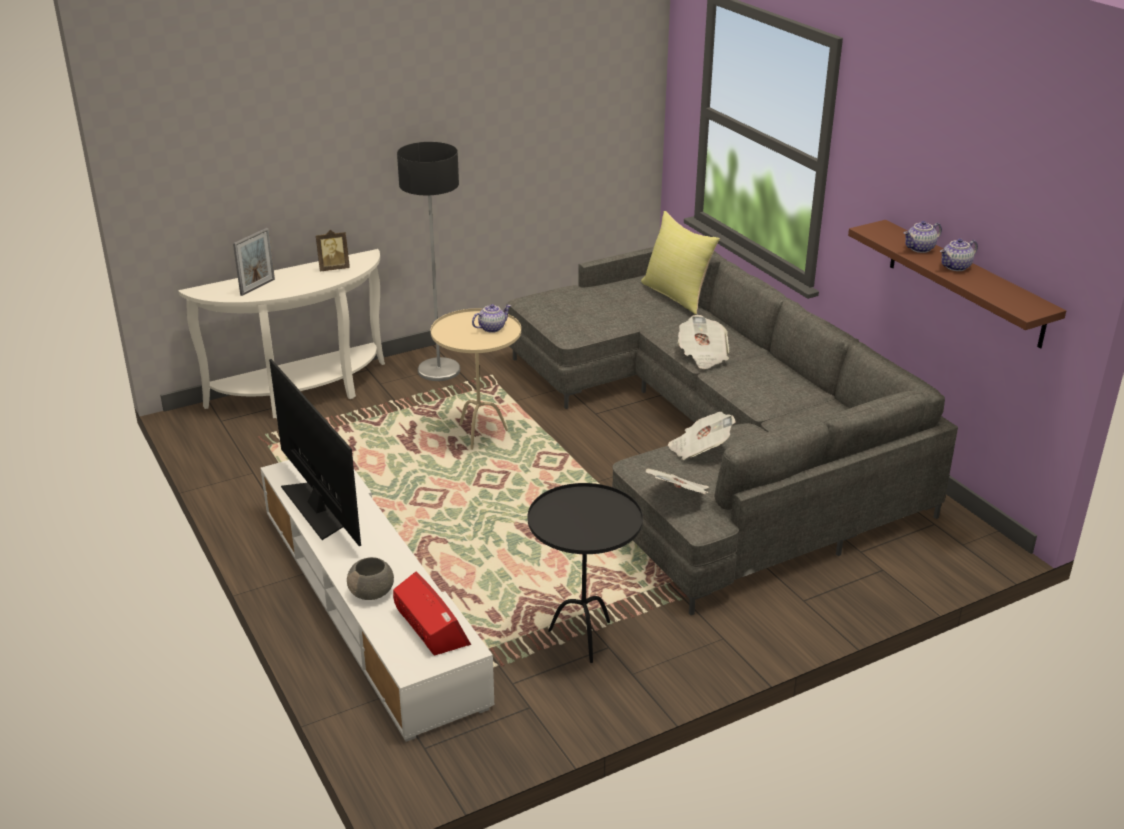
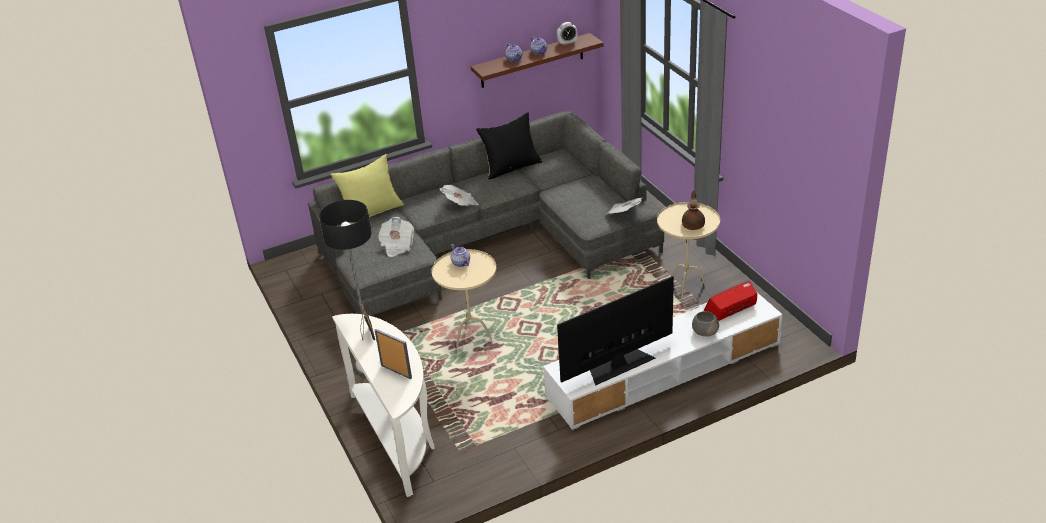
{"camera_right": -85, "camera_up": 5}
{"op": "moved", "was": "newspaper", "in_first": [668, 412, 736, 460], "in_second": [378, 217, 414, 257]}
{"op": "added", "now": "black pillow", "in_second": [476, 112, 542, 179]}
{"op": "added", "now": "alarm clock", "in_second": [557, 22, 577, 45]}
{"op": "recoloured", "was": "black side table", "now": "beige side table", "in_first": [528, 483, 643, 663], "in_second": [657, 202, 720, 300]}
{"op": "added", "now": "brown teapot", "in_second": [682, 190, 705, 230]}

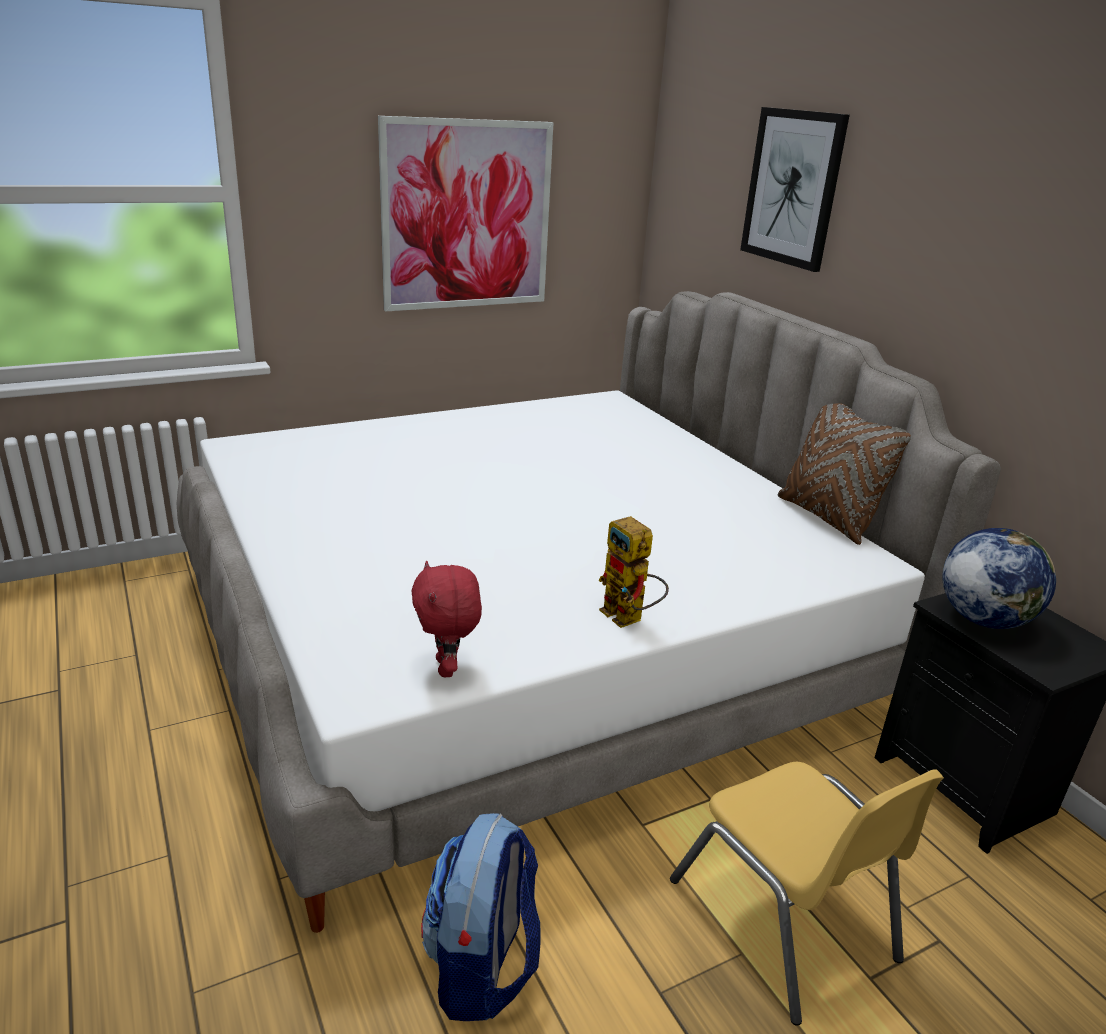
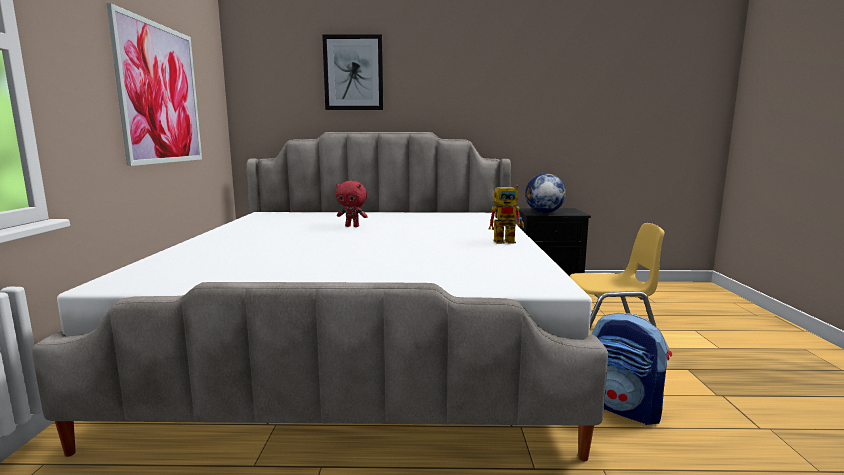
{"camera_right": -60, "camera_up": -15}
{"op": "moved", "was": "red plush toy", "in_first": [411, 561, 482, 677], "in_second": [336, 181, 368, 227]}
{"op": "removed", "was": "brown pillow", "in_first": [778, 403, 911, 545]}

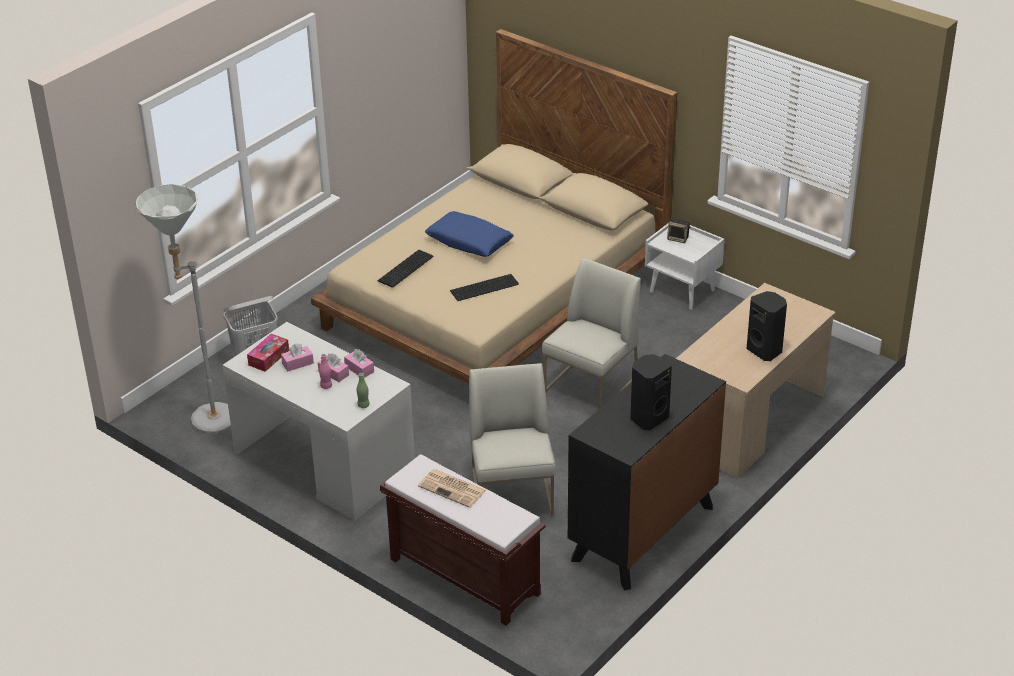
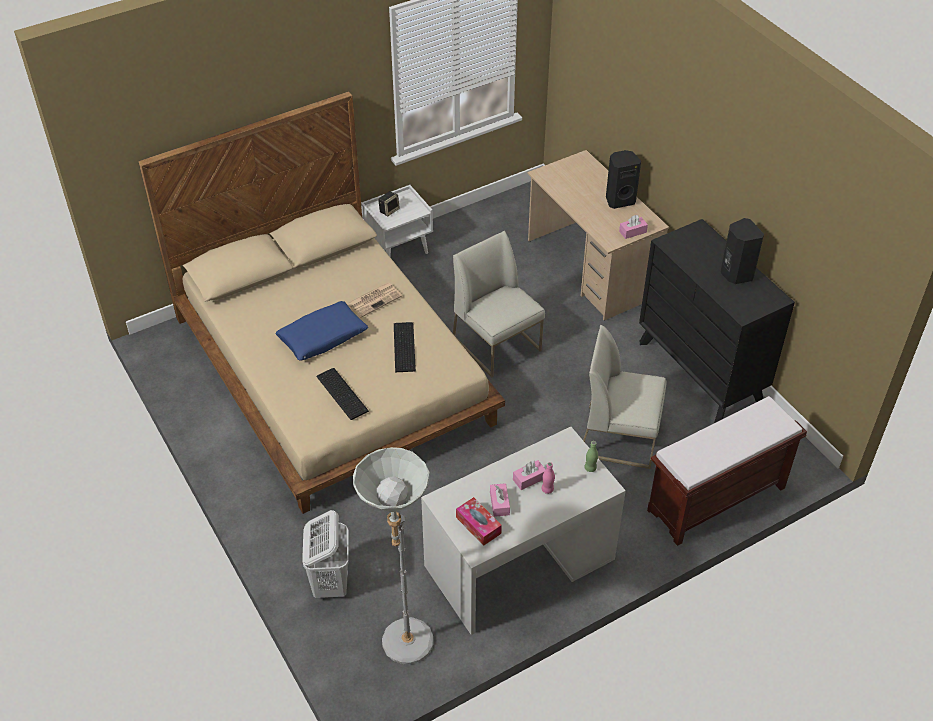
{"camera_right": -70, "camera_up": 10}
{"op": "moved", "was": "newspaper", "in_first": [418, 469, 486, 508], "in_second": [347, 283, 402, 318]}
{"op": "moved", "was": "pink tissue box", "in_first": [344, 349, 374, 378], "in_second": [619, 215, 648, 239]}

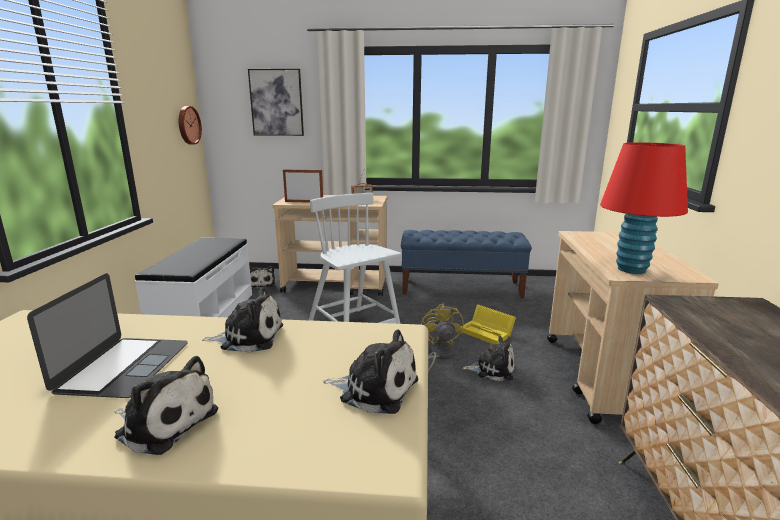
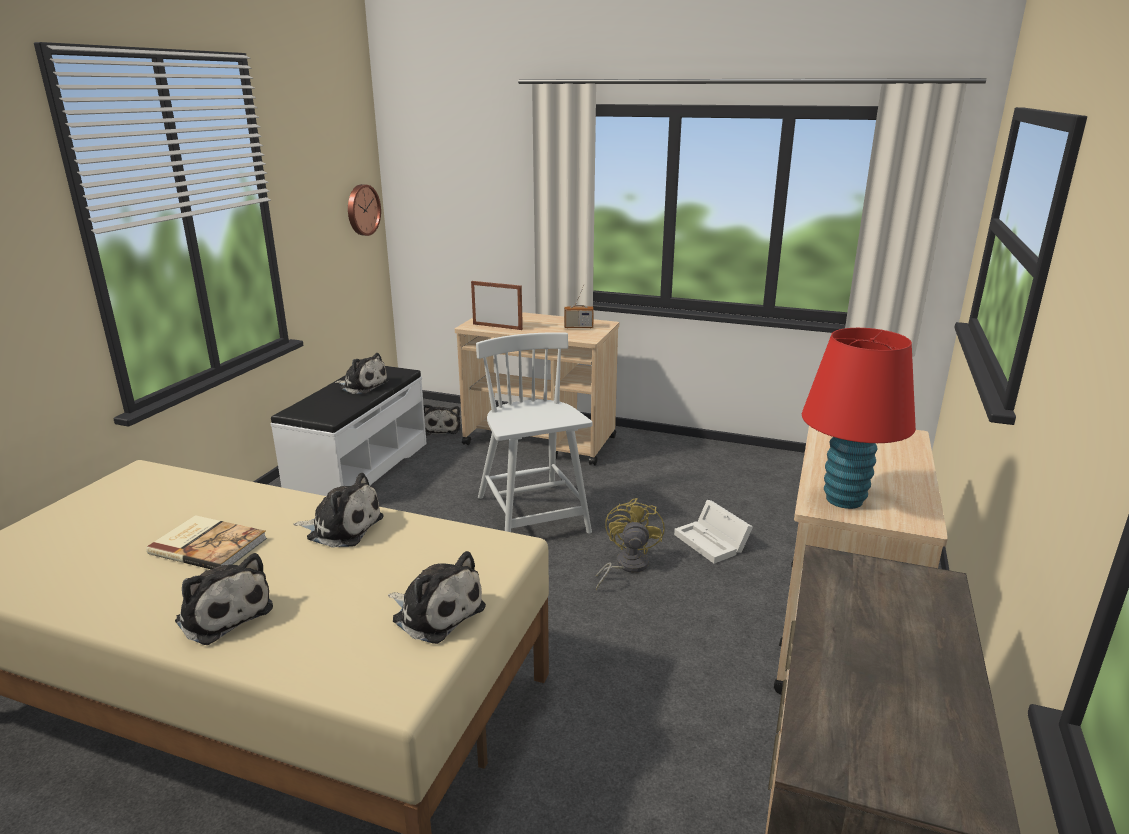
{"camera_right": 15, "camera_up": 5}
{"op": "replaced", "was": "laptop", "now": "book", "in_first": [27, 273, 188, 398], "in_second": [146, 515, 267, 569]}
{"op": "moved", "was": "plush toy", "in_first": [462, 336, 514, 381], "in_second": [335, 353, 389, 394]}
{"op": "recoloured", "was": "yellow storage box", "now": "white storage box", "in_first": [460, 304, 516, 344], "in_second": [674, 500, 753, 564]}
{"op": "removed", "was": "picture", "in_first": [248, 69, 304, 136]}
{"op": "removed", "was": "blue bench", "in_first": [401, 230, 532, 299]}

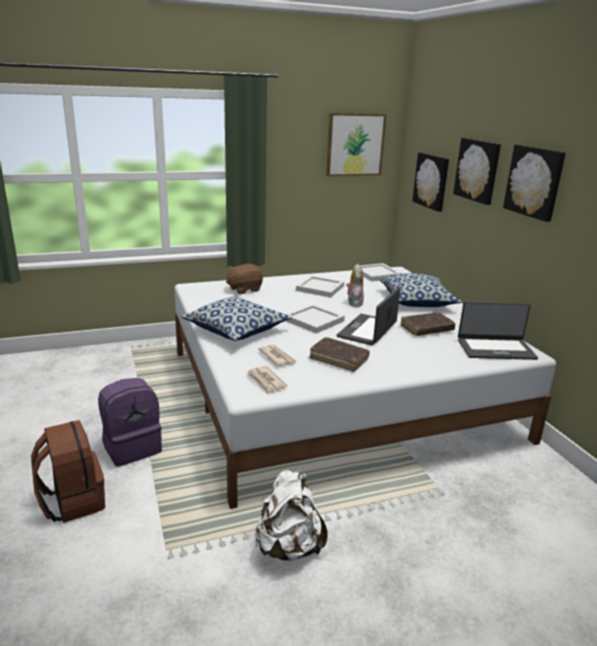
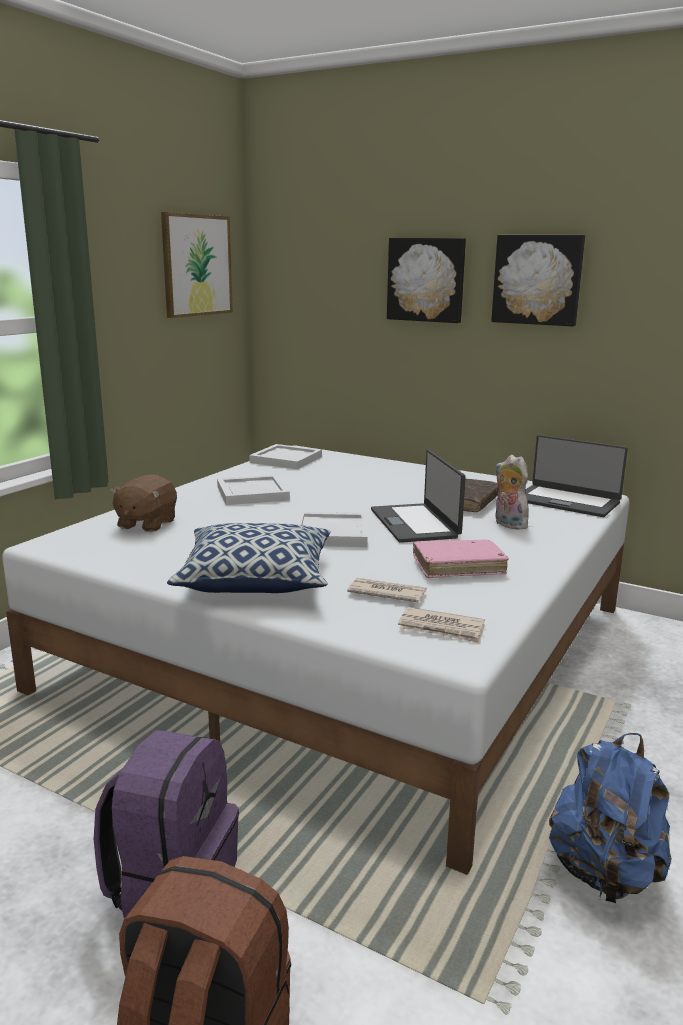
{"camera_right": -40, "camera_up": -5}
{"op": "recoloured", "was": "brown book", "now": "pink book", "in_first": [309, 337, 370, 372], "in_second": [413, 540, 509, 578]}
{"op": "moved", "was": "plush toy", "in_first": [346, 264, 364, 307], "in_second": [495, 455, 529, 530]}
{"op": "turned", "was": "laptop", "in_first": [458, 302, 538, 360], "in_second": [525, 435, 628, 517], "clockwise": 75}
{"op": "recoloured", "was": "white backpack", "now": "blue backpack", "in_first": [256, 470, 328, 561], "in_second": [549, 733, 671, 903]}
{"op": "removed", "was": "pillow", "in_first": [379, 273, 462, 307]}
{"op": "removed", "was": "picture", "in_first": [412, 153, 449, 212]}

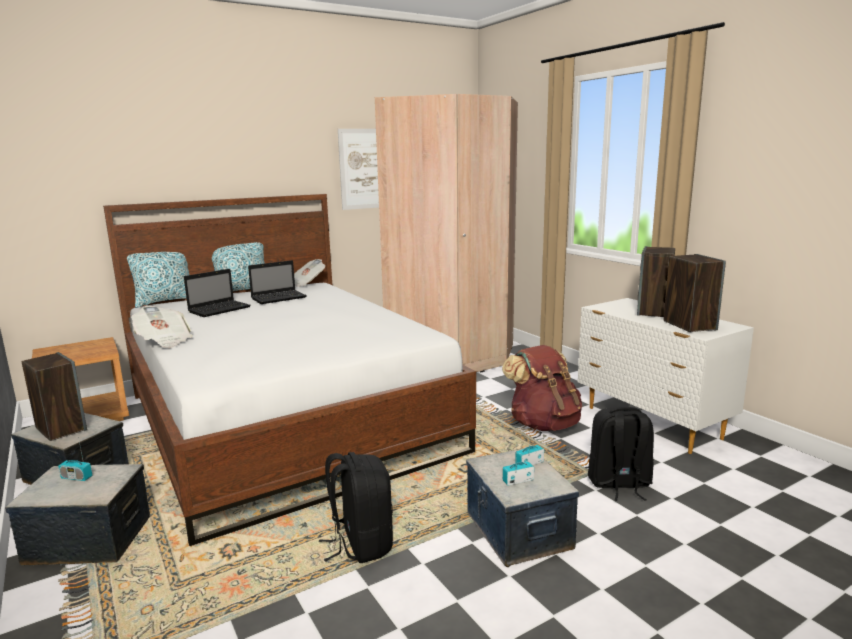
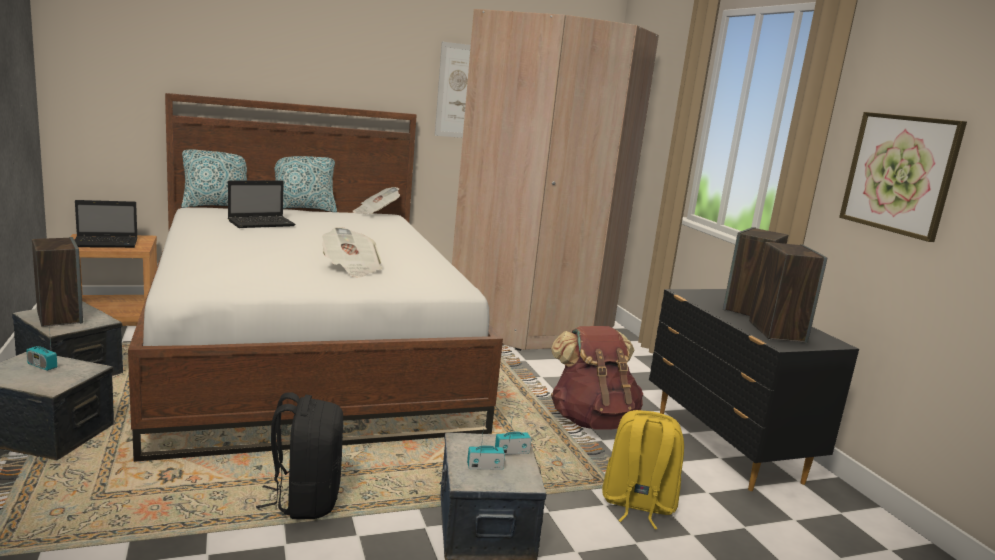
{"camera_right": 10, "camera_up": 0}
{"op": "moved", "was": "laptop", "in_first": [248, 260, 307, 304], "in_second": [75, 200, 138, 248]}
{"op": "moved", "was": "newspaper", "in_first": [131, 306, 193, 348], "in_second": [322, 227, 383, 278]}
{"op": "recoloured", "was": "black backpack", "now": "yellow backpack", "in_first": [588, 407, 654, 501], "in_second": [602, 410, 684, 529]}
{"op": "recoloured", "was": "white dresser", "now": "black dresser", "in_first": [578, 298, 754, 454], "in_second": [649, 289, 859, 491]}
{"op": "added", "now": "picture", "in_second": [839, 112, 967, 242]}

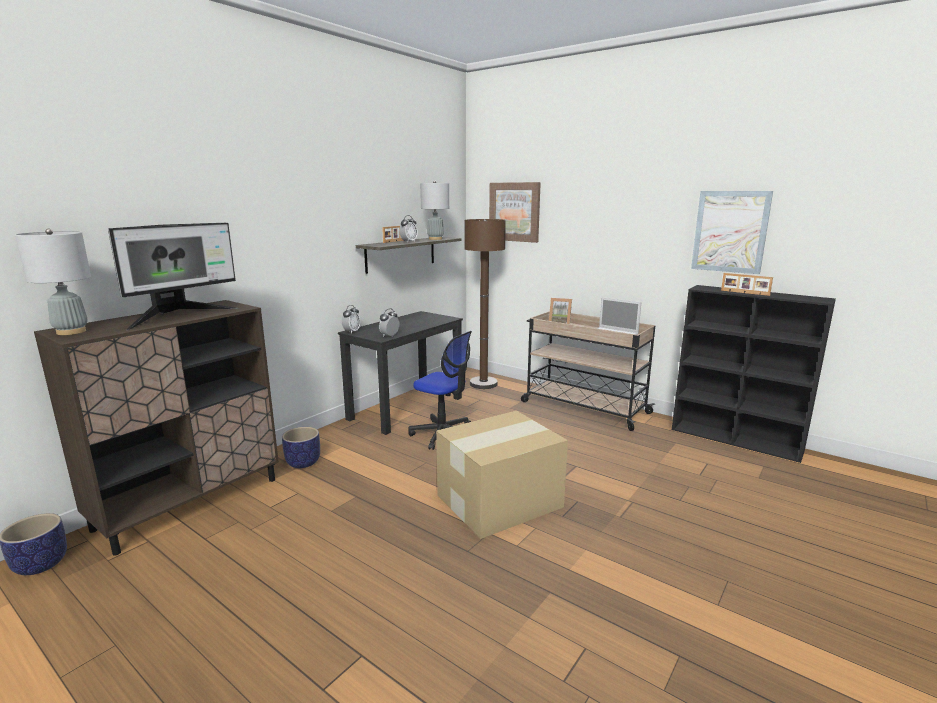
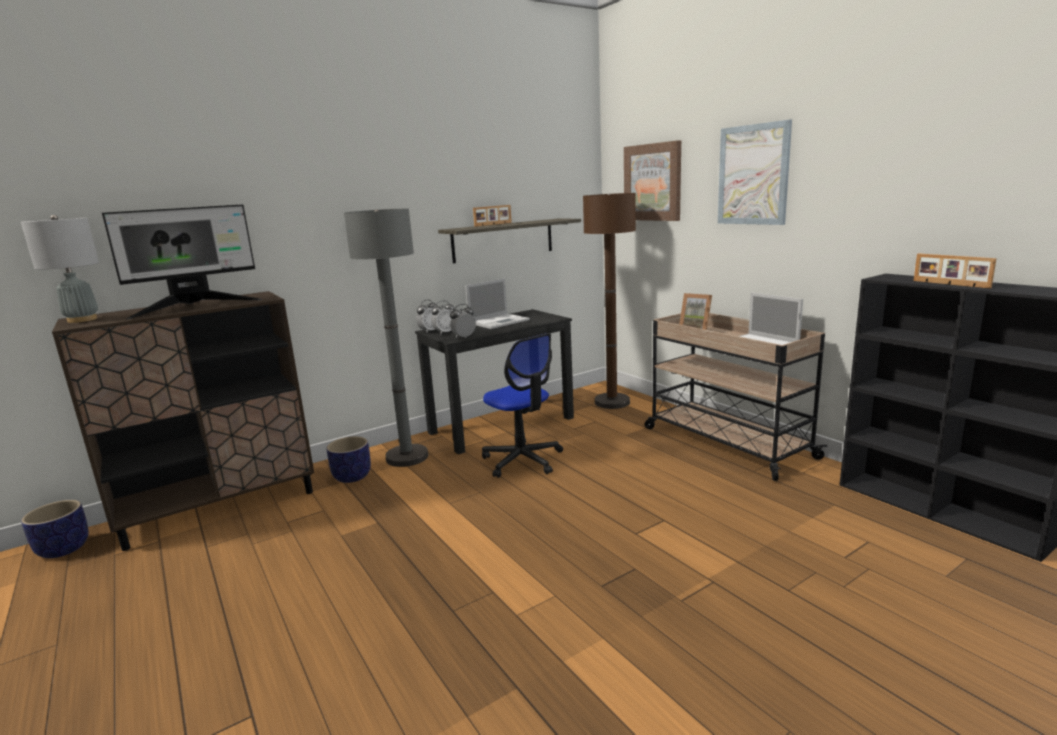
{"camera_right": 20, "camera_up": 0}
{"op": "added", "now": "grey floor lamp", "in_second": [344, 208, 428, 467]}
{"op": "moved", "was": "alarm clock", "in_first": [399, 215, 418, 242], "in_second": [431, 301, 454, 334]}
{"op": "added", "now": "laptop", "in_second": [465, 278, 530, 329]}
{"op": "moved", "was": "picture", "in_first": [691, 191, 773, 274], "in_second": [718, 120, 792, 225]}
{"op": "removed", "was": "grey table lamp", "in_first": [420, 181, 449, 240]}
{"op": "removed", "was": "cardboard box", "in_first": [436, 411, 568, 539]}

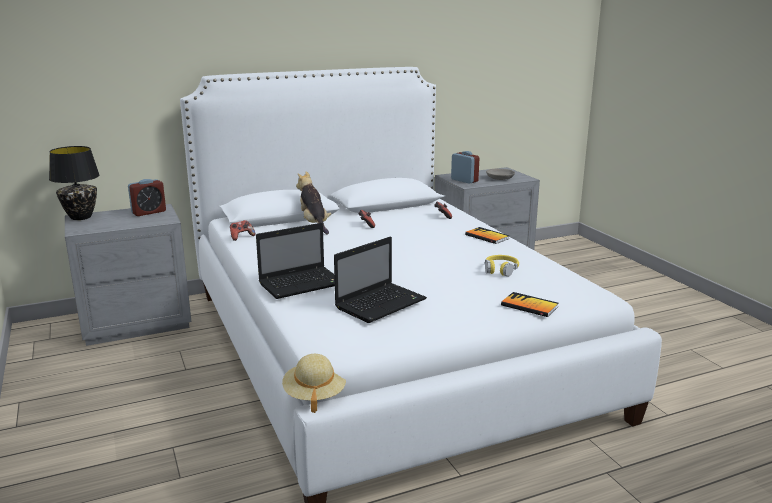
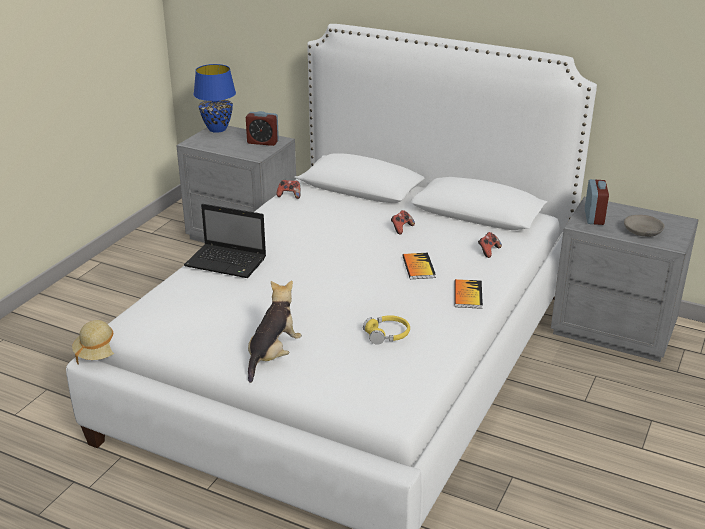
{"camera_right": 50, "camera_up": 10}
{"op": "recoloured", "was": "black table lamp", "now": "blue table lamp", "in_first": [49, 146, 100, 220], "in_second": [193, 64, 236, 133]}
{"op": "moved", "was": "plush toy", "in_first": [296, 171, 331, 234], "in_second": [248, 281, 302, 383]}
{"op": "moved", "was": "book", "in_first": [501, 292, 558, 317], "in_second": [402, 253, 436, 279]}
{"op": "removed", "was": "laptop", "in_first": [334, 237, 427, 323]}

